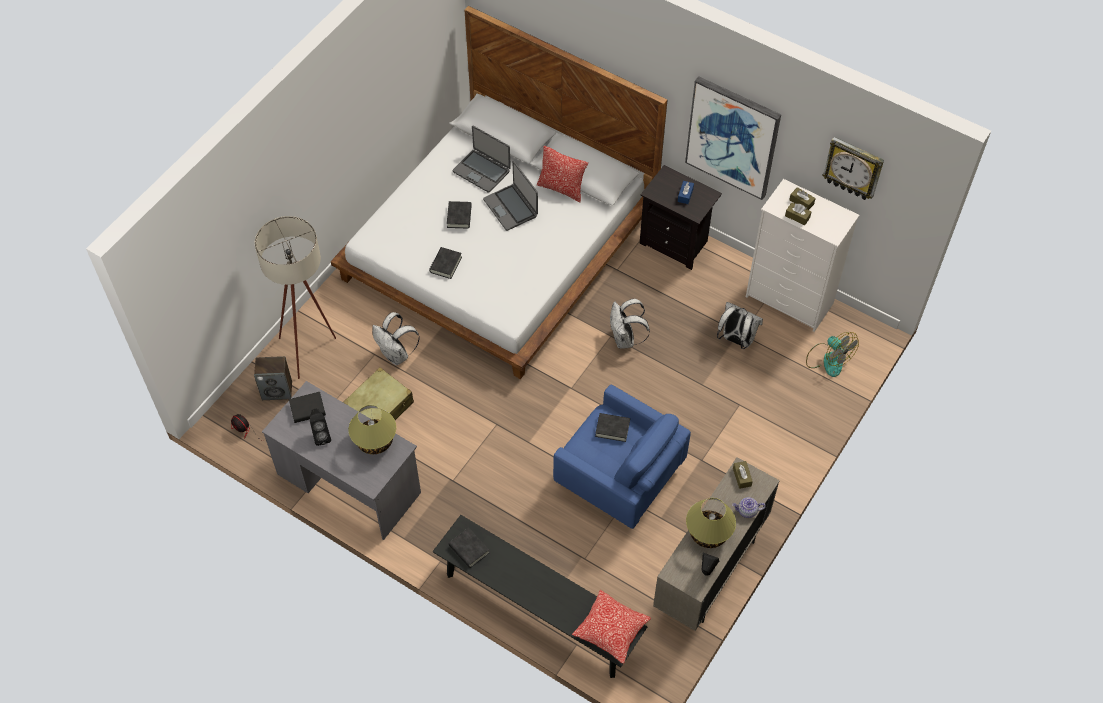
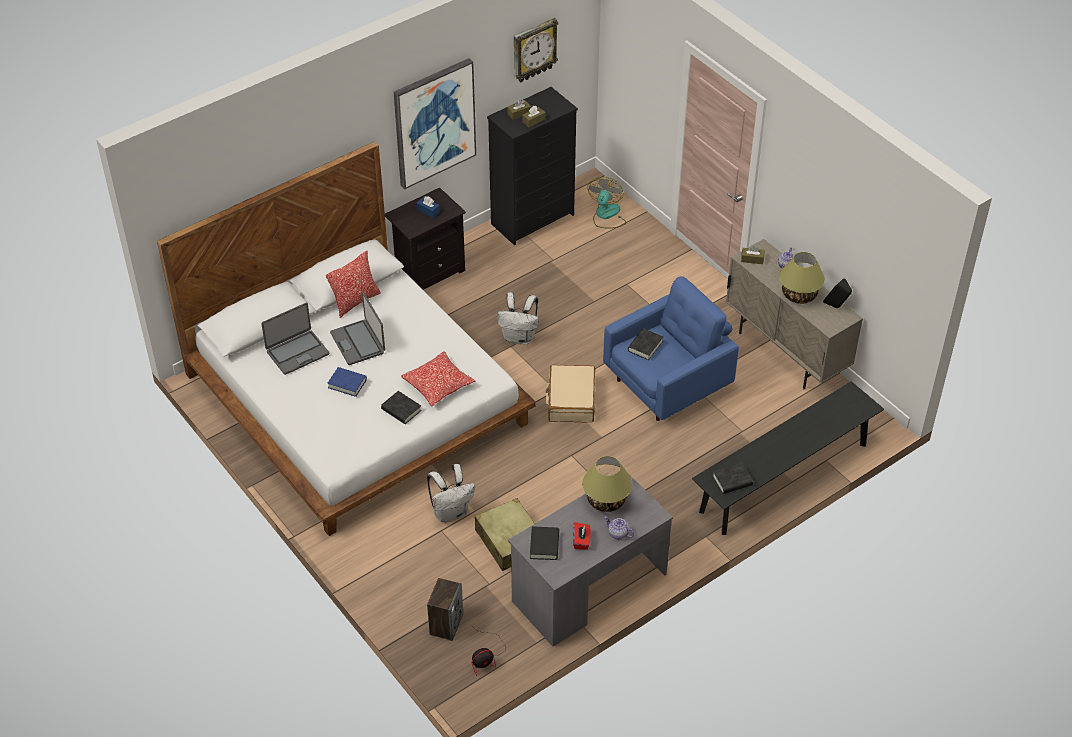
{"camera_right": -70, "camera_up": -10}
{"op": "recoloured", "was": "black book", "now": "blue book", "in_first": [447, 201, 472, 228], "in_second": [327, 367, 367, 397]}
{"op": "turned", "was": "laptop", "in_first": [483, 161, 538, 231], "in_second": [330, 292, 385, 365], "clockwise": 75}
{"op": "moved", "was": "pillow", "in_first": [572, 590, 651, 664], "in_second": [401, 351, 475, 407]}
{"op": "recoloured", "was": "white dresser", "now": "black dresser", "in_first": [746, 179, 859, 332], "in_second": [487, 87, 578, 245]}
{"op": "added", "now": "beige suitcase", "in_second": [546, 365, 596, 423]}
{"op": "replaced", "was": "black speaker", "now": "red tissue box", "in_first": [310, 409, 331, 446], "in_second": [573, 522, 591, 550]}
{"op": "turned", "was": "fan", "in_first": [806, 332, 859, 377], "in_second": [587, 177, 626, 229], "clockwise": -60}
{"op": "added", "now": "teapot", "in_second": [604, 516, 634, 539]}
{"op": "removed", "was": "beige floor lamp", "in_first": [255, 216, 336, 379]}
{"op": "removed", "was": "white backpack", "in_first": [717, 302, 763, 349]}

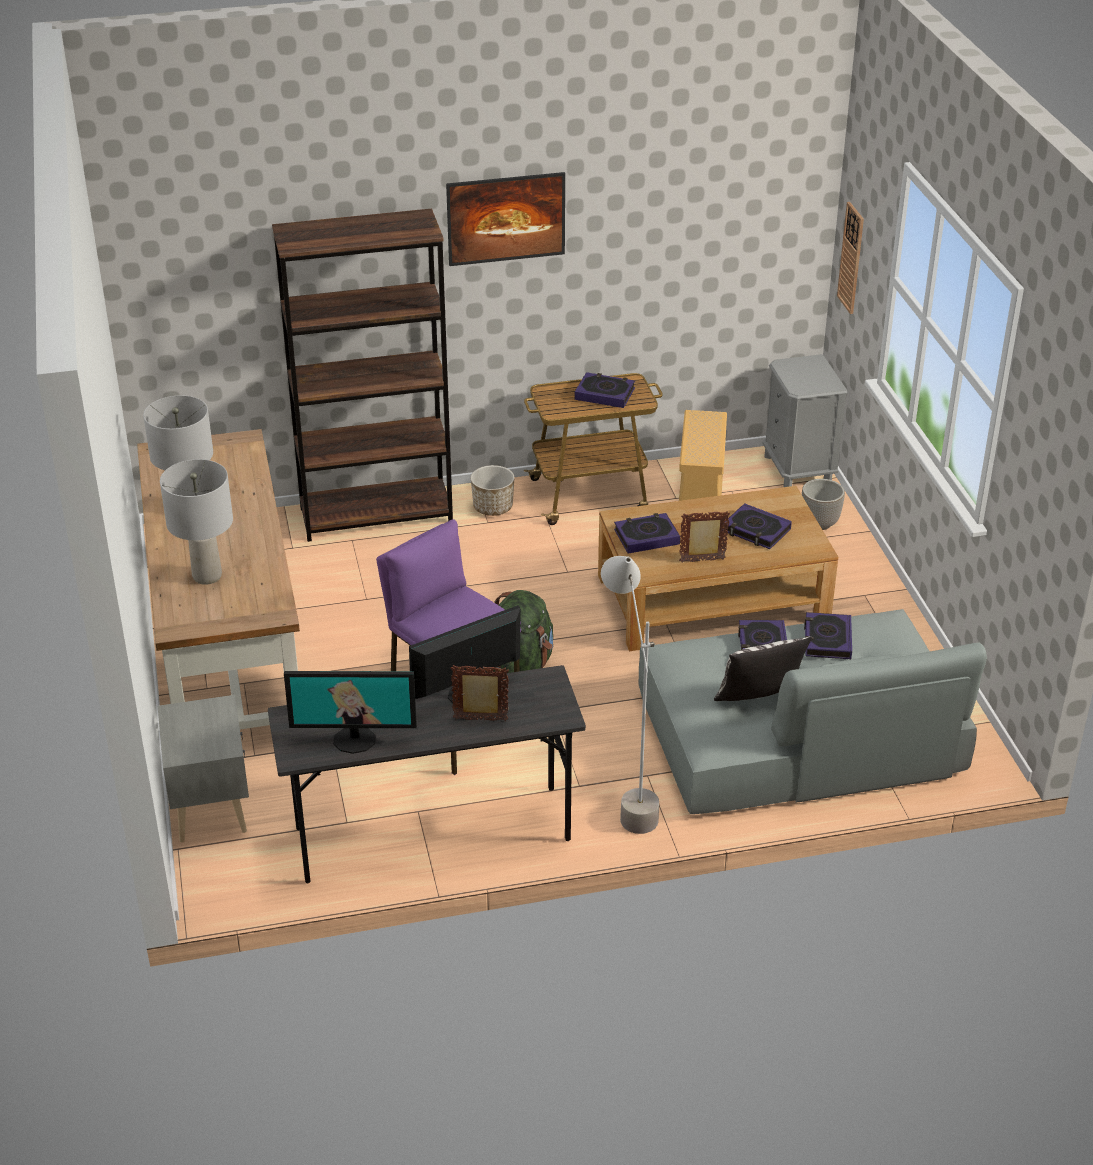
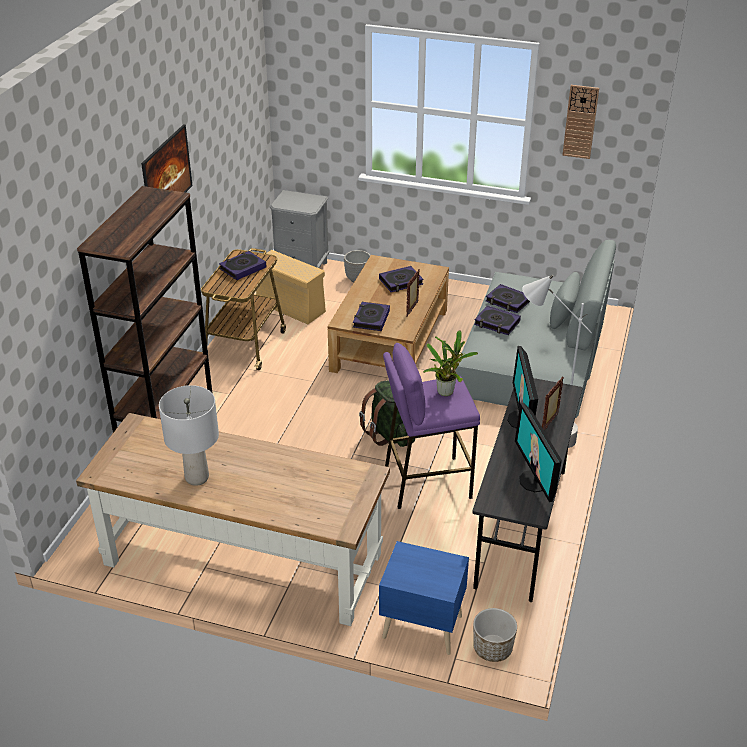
{"camera_right": -60, "camera_up": 0}
{"op": "recoloured", "was": "grey nightstand", "now": "blue nightstand", "in_first": [158, 695, 249, 842], "in_second": [379, 541, 469, 655]}
{"op": "added", "now": "potted plant", "in_second": [423, 331, 478, 396]}
{"op": "moved", "was": "planter", "in_first": [471, 465, 514, 516], "in_second": [473, 608, 517, 662]}
{"op": "turned", "was": "monitor", "in_first": [284, 671, 417, 754], "in_second": [515, 403, 562, 502], "clockwise": 135}
{"op": "moved", "was": "wall clock", "in_first": [837, 202, 864, 314], "in_second": [562, 85, 599, 159]}
{"op": "removed", "was": "grey table lamp", "in_first": [160, 459, 233, 585]}
{"op": "removed", "was": "pillow", "in_first": [714, 636, 812, 701]}

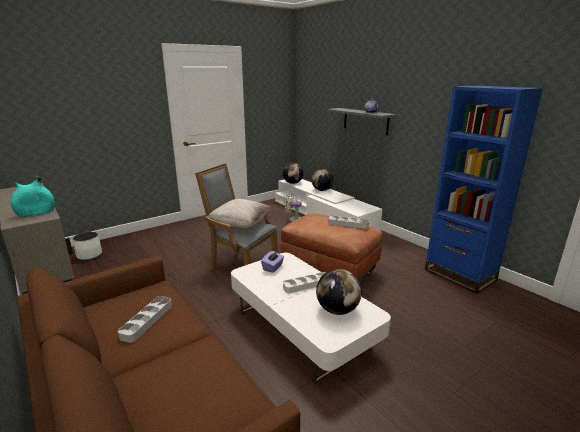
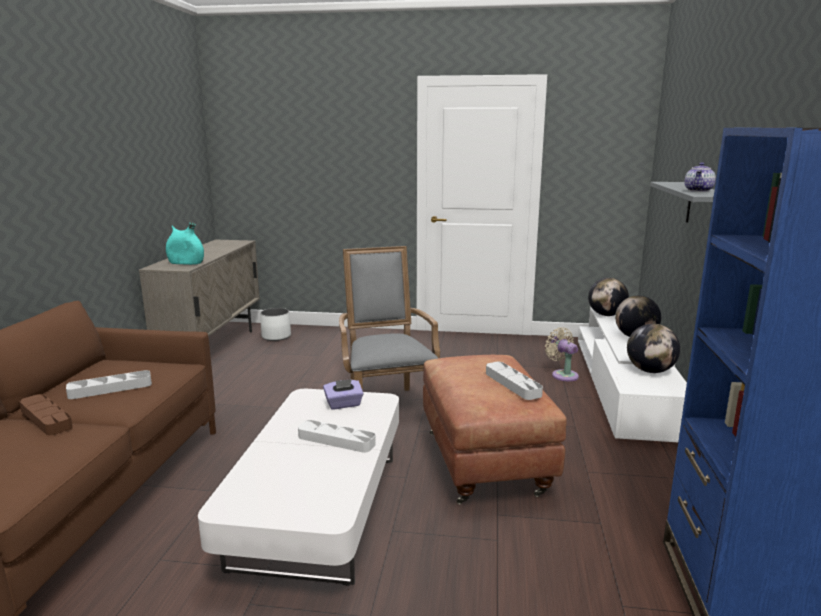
{"camera_right": 45, "camera_up": -5}
{"op": "added", "now": "brown tray", "in_second": [19, 394, 73, 435]}
{"op": "moved", "was": "globe", "in_first": [316, 269, 362, 315], "in_second": [627, 324, 680, 373]}
{"op": "removed", "was": "beige pillow", "in_first": [208, 199, 271, 228]}

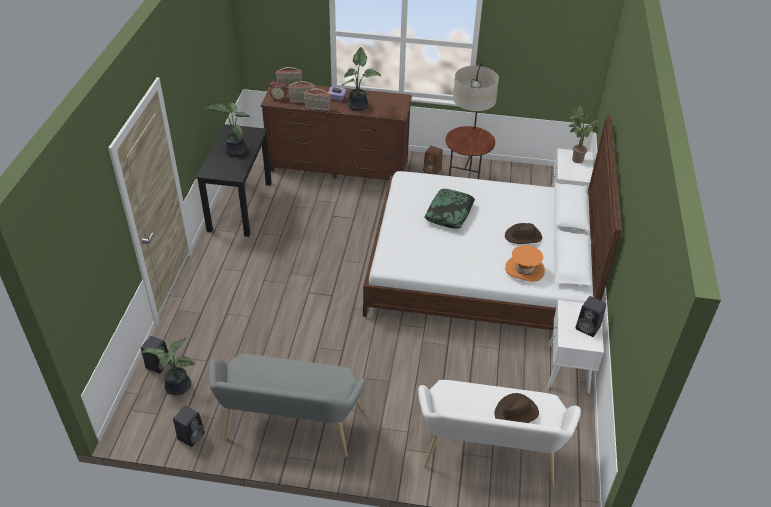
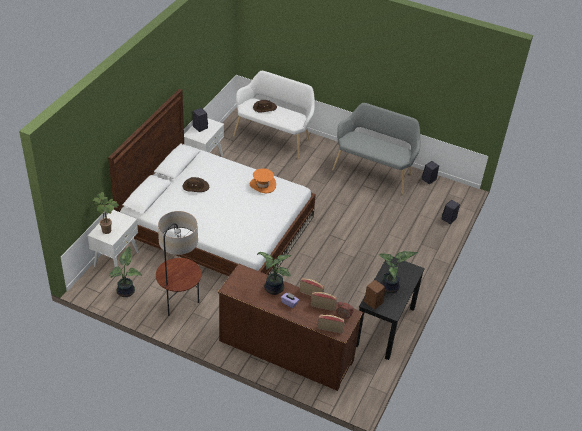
{"camera_right": -165, "camera_up": 0}
{"op": "moved", "was": "potted plant", "in_first": [141, 338, 195, 395], "in_second": [109, 246, 142, 297]}
{"op": "moved", "was": "orange hat", "in_first": [505, 245, 545, 282], "in_second": [250, 168, 276, 193]}
{"op": "moved", "was": "brown speaker", "in_first": [423, 146, 443, 175], "in_second": [364, 280, 385, 309]}
{"op": "removed", "was": "pillow", "in_first": [424, 189, 475, 229]}

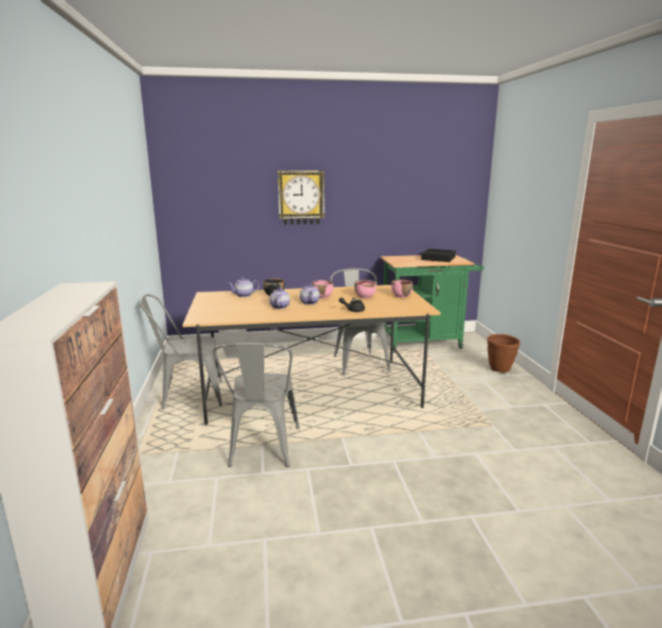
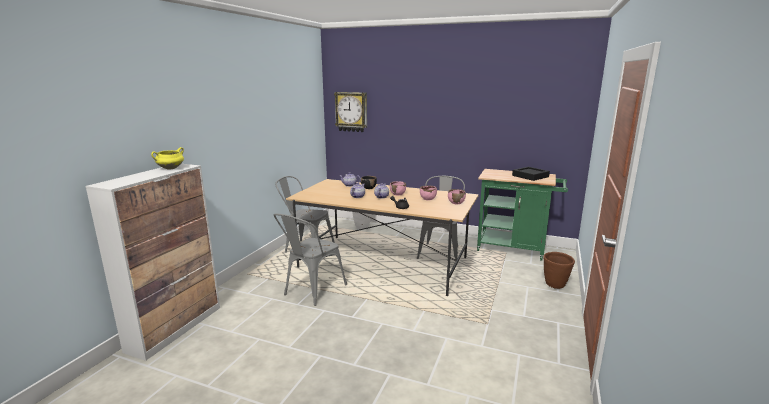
{"camera_right": 30, "camera_up": 0}
{"op": "added", "now": "yellow cooking pot", "in_second": [151, 147, 184, 170]}
{"op": "moved", "was": "wall clock", "in_first": [278, 171, 325, 225], "in_second": [334, 92, 367, 132]}

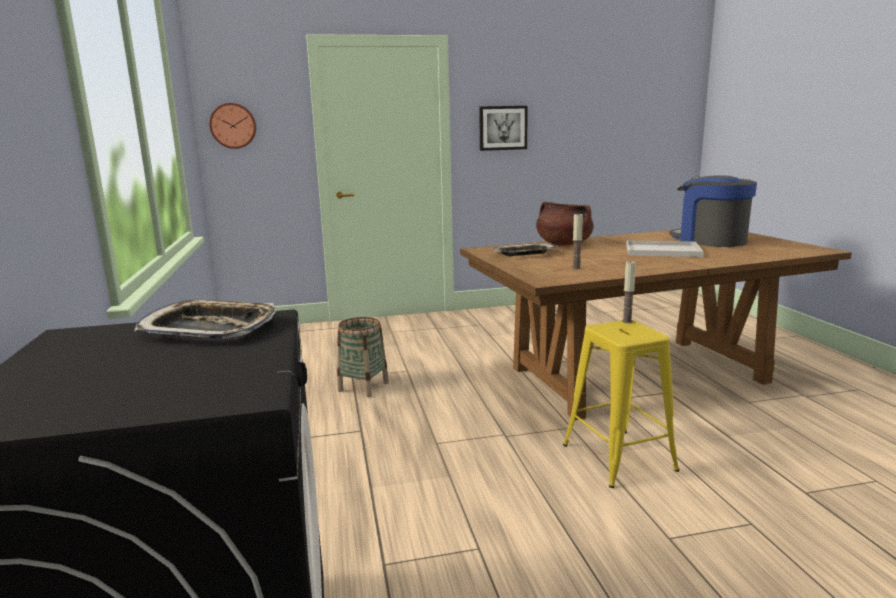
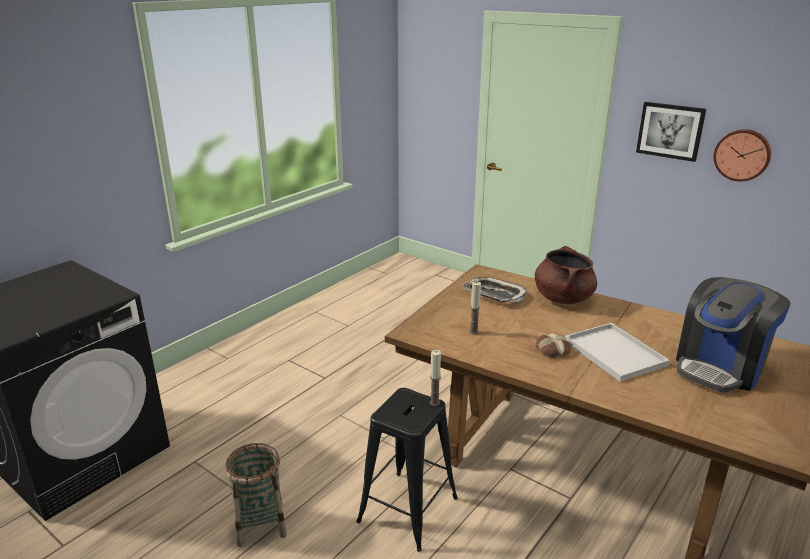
{"camera_right": 50, "camera_up": 10}
{"op": "moved", "was": "basket", "in_first": [337, 317, 389, 397], "in_second": [225, 443, 287, 547]}
{"op": "recoloured", "was": "yellow stool", "now": "black stool", "in_first": [563, 320, 680, 488], "in_second": [356, 388, 458, 552]}
{"op": "added", "now": "bread", "in_second": [535, 333, 571, 358]}
{"op": "turned", "was": "coffee machine", "in_first": [669, 175, 757, 247], "in_second": [676, 277, 791, 392], "clockwise": -150}
{"op": "moved", "was": "wall clock", "in_first": [209, 103, 256, 149], "in_second": [714, 129, 771, 182]}
{"op": "removed", "was": "tray", "in_first": [134, 300, 276, 339]}

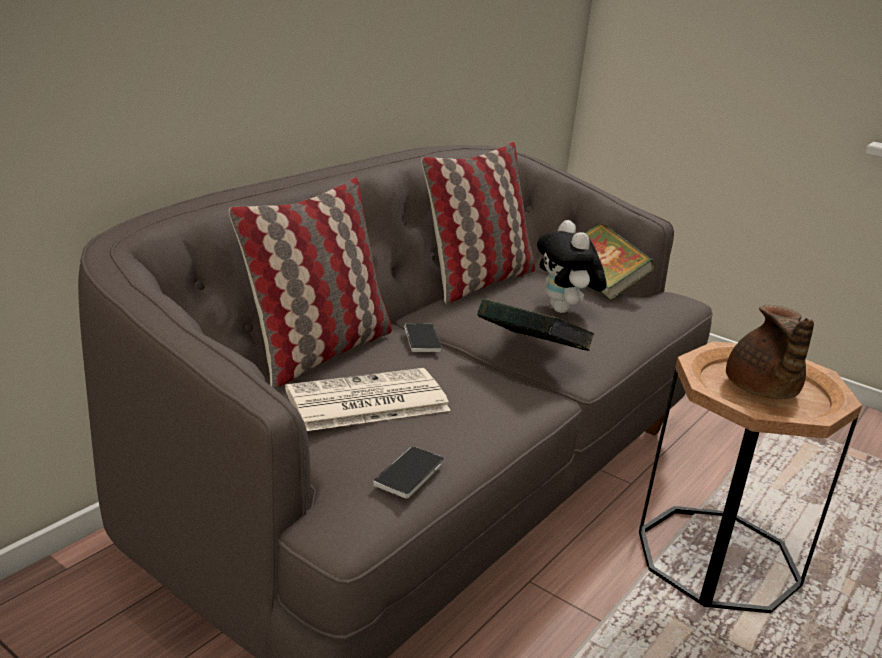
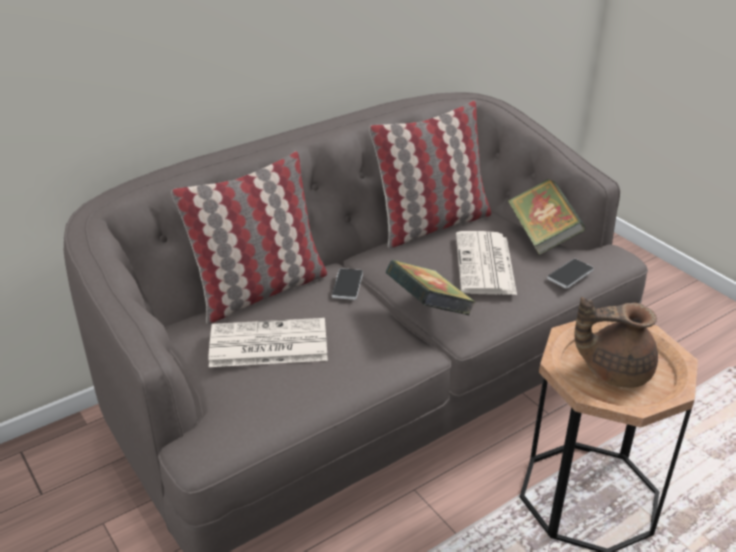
{"camera_right": 20, "camera_up": 10}
{"op": "replaced", "was": "plush toy", "now": "newspaper", "in_first": [537, 220, 607, 313], "in_second": [456, 231, 517, 295]}
{"op": "moved", "was": "phone", "in_first": [373, 446, 444, 499], "in_second": [547, 259, 594, 289]}
{"op": "turned", "was": "brown teapot", "in_first": [726, 305, 814, 399], "in_second": [574, 297, 658, 388], "clockwise": 75}

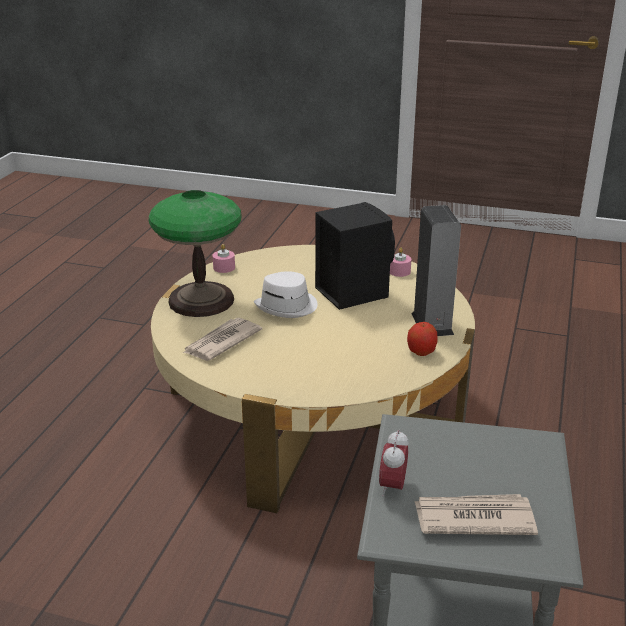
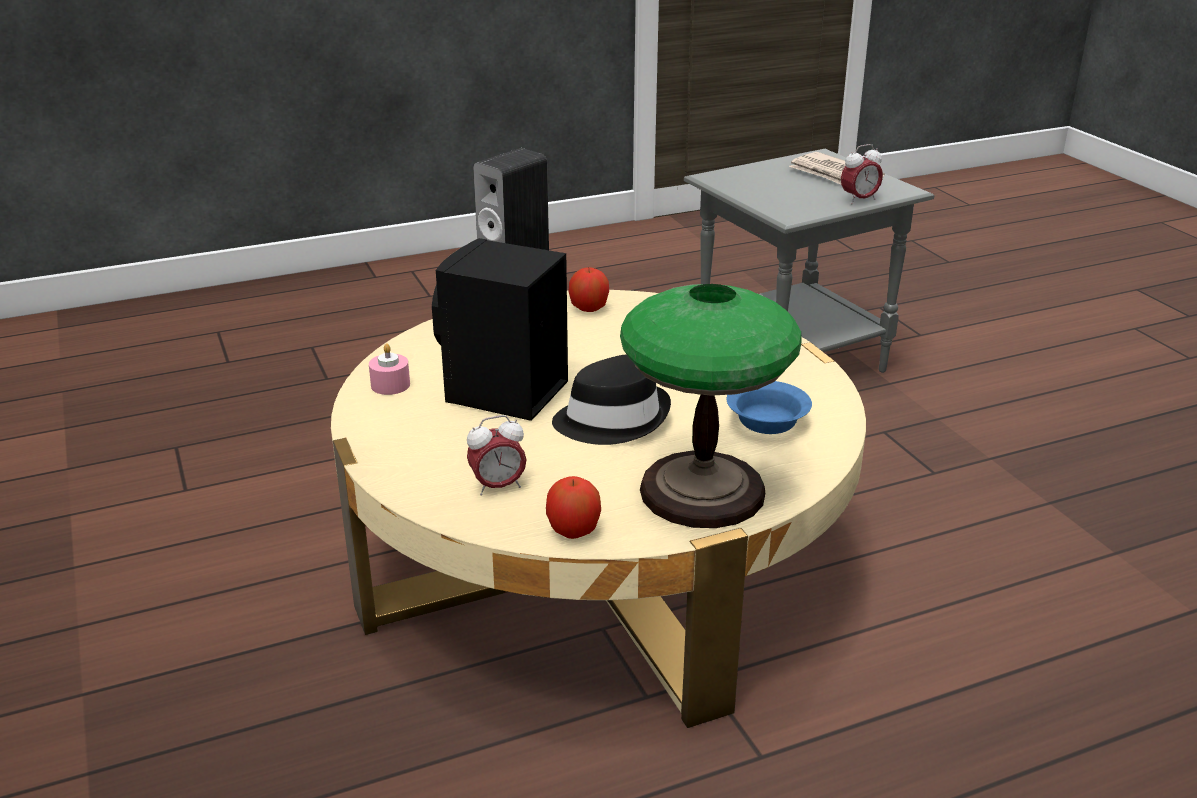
{"camera_right": -130, "camera_up": 0}
{"op": "added", "now": "alarm clock", "in_second": [467, 415, 527, 496]}
{"op": "replaced", "was": "pink candle", "now": "apple", "in_first": [213, 244, 235, 273], "in_second": [546, 476, 601, 539]}
{"op": "recoloured", "was": "white hat", "now": "black hat", "in_first": [254, 271, 318, 318], "in_second": [552, 354, 671, 445]}
{"op": "replaced", "was": "newspaper", "now": "blue bowl", "in_first": [183, 318, 262, 361], "in_second": [726, 381, 812, 434]}

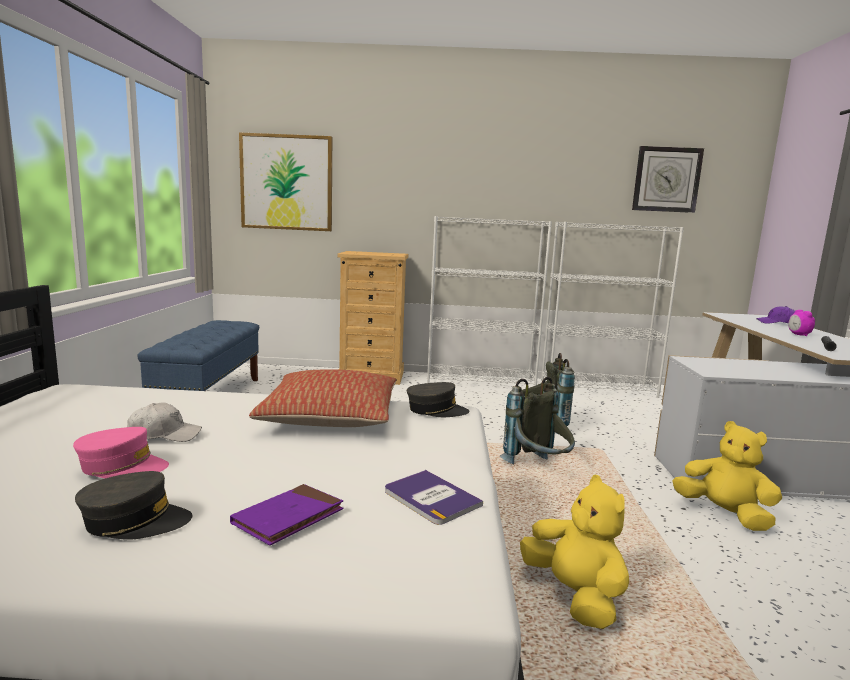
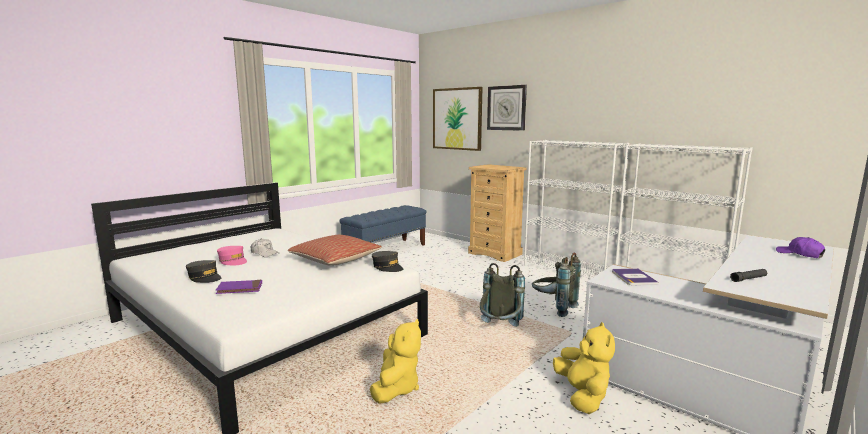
{"camera_right": 40, "camera_up": 0}
{"op": "moved", "was": "wall clock", "in_first": [632, 146, 704, 213], "in_second": [487, 85, 527, 131]}
{"op": "moved", "was": "book", "in_first": [385, 470, 483, 525], "in_second": [612, 268, 659, 285]}
{"op": "removed", "was": "alarm clock", "in_first": [788, 310, 815, 336]}

